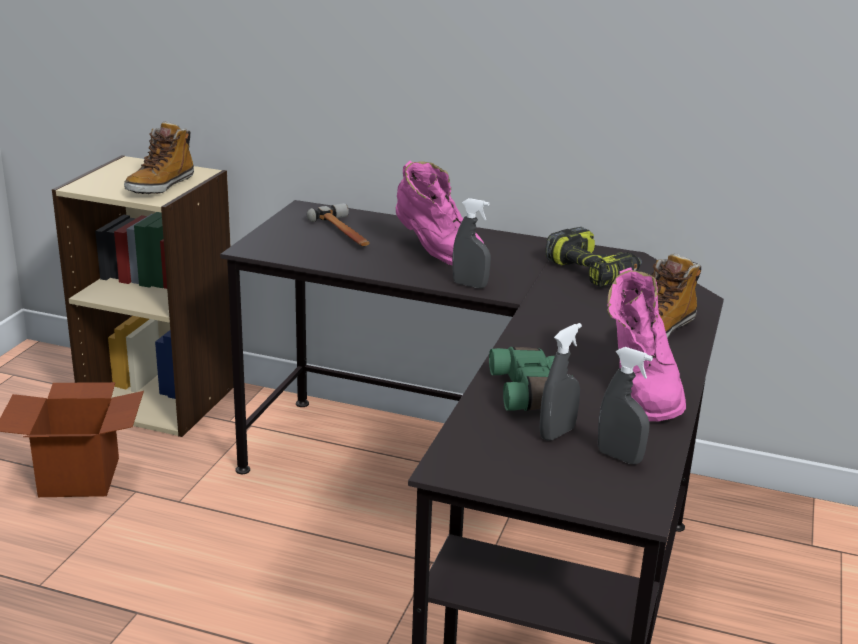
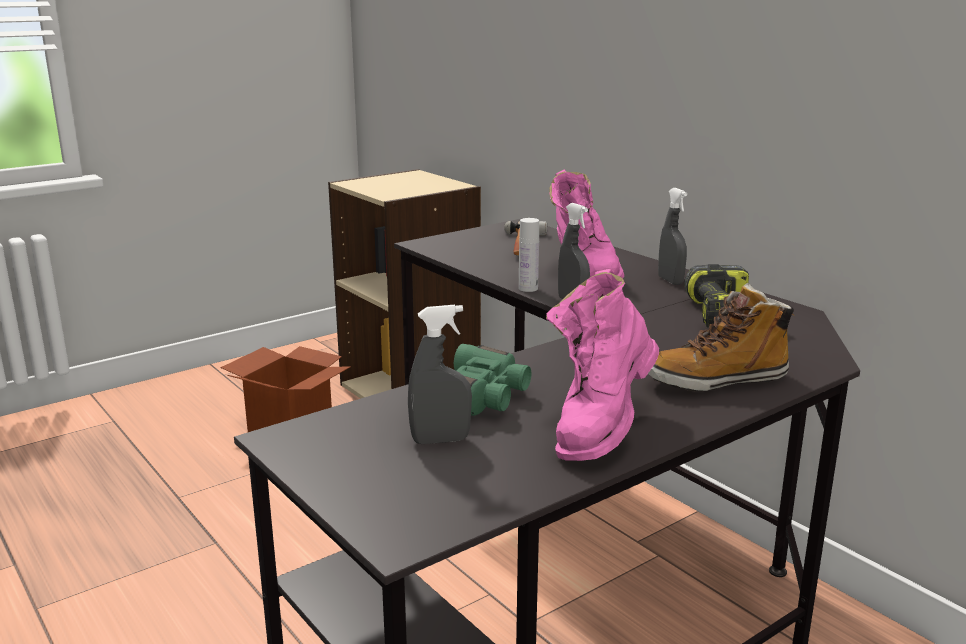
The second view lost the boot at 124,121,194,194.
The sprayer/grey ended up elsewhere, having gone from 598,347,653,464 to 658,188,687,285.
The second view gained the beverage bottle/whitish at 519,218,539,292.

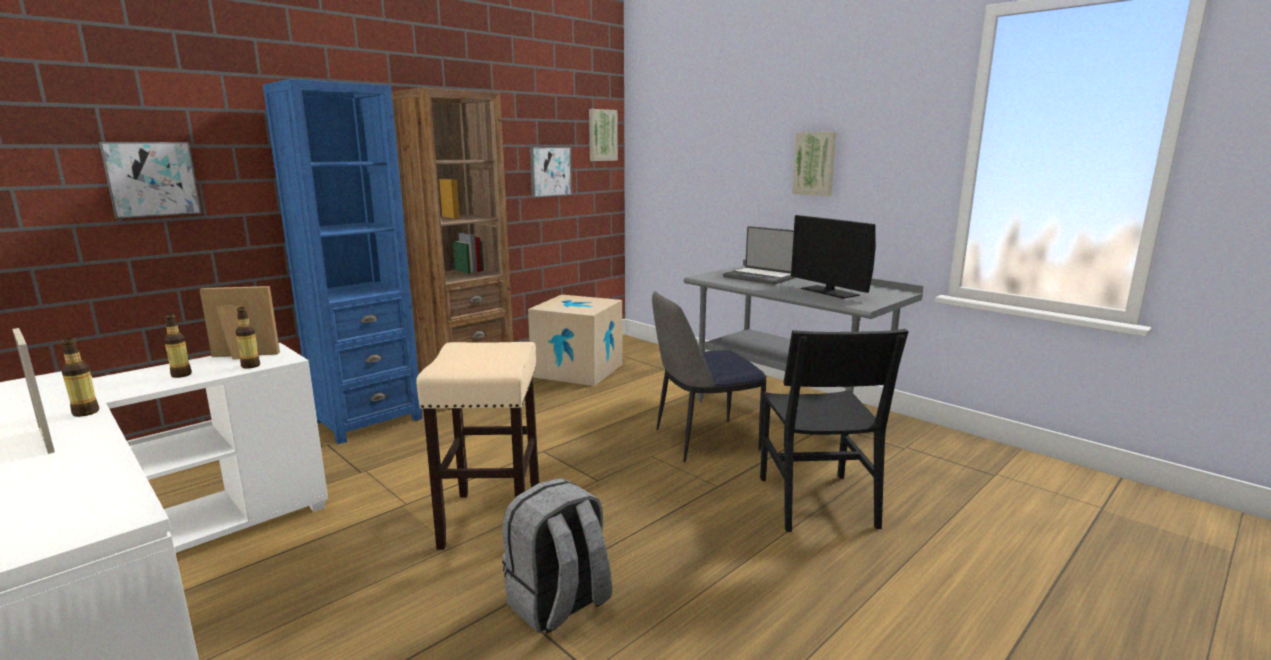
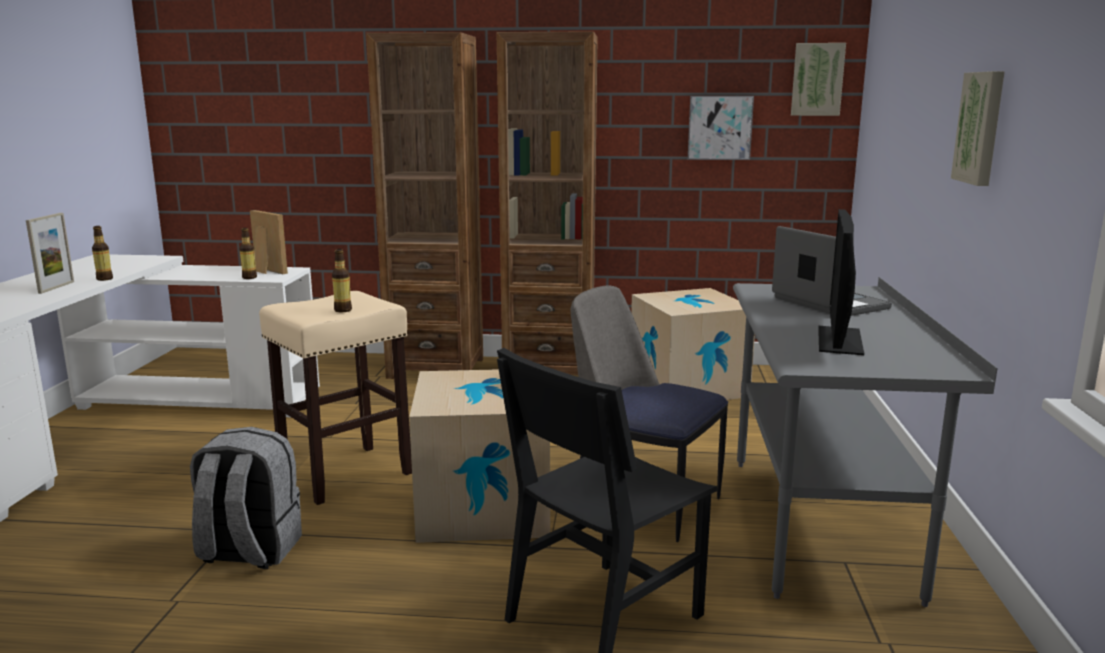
The second view lost the picture at 99,142,202,219.
The beverage bottle ended up elsewhere, having gone from 164,314,192,378 to 332,249,352,312.
What was the bookcase/bluish at 263,79,423,444 turned into the bookcase/brownish at 366,32,483,379.
The notebook computer at 723,226,795,285 ended up facing another way, 150 degrees clockwise from before.
The second view gained the carton at 409,369,550,543.

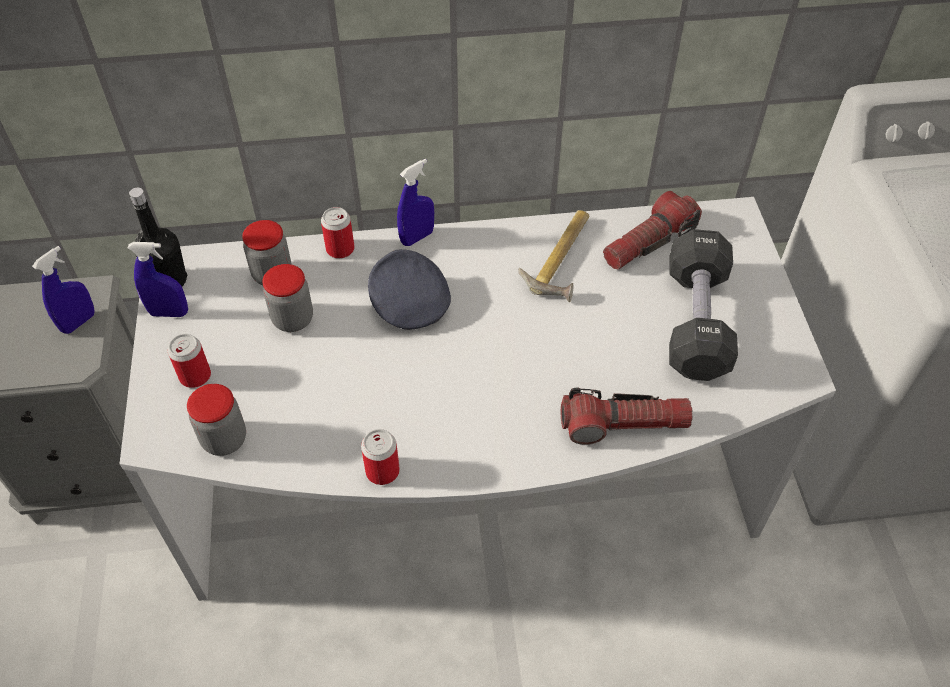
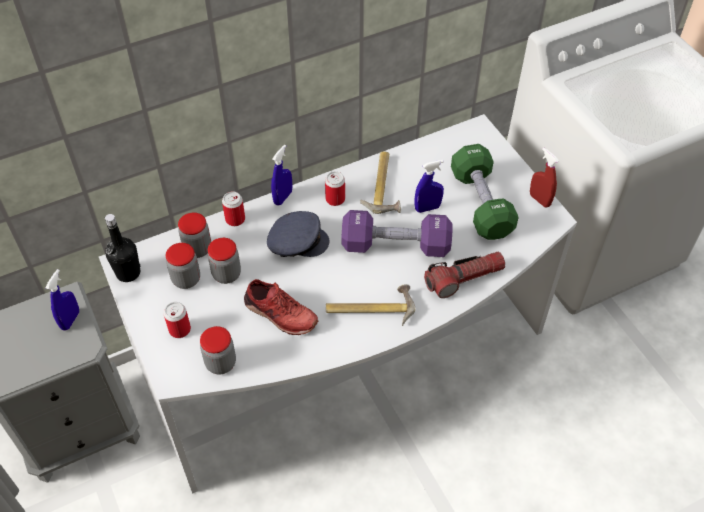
The sprayer/bluish ended up elsewhere, having gone from 128,242,188,317 to 415,160,444,213.
The sealed can ended up elsewhere, having gone from 361,429,400,485 to 325,171,345,206.
The peaked cap/grey at 368,249,451,330 ended up facing another way, 135 degrees clockwise from before.
The second view lost the torch at 603,191,702,270.
What was the hand weight/black at 669,229,738,381 turned into the hand weight/greenish at 451,144,519,240.
The second view gained the preserve jar at 166,243,200,289.
The second view gained the item of footwear/red at 244,279,318,335.
The second view gained the hammer at 326,284,415,326.
The second view gained the hand weight/purple-coloured at 342,210,452,257.
The second view gained the sprayer/red at 530,148,559,207.

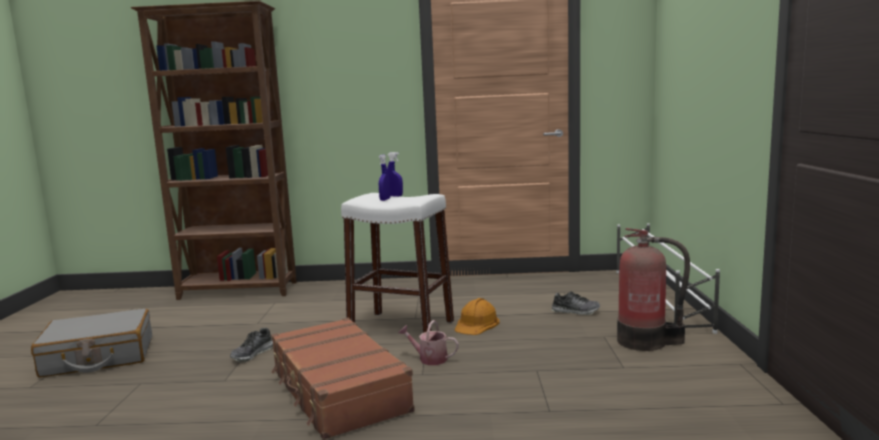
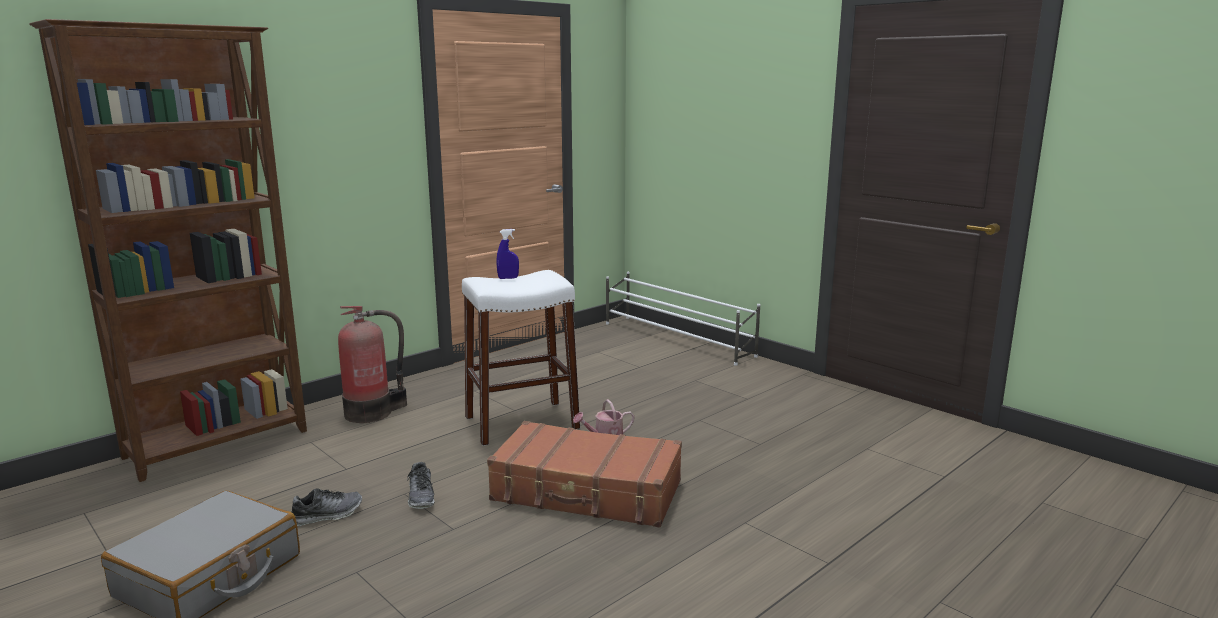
The second view lost the sprayer/bluish at 379,155,390,201.
The second view lost the work helmet/orange-coloured at 455,298,500,335.
The item of footwear ended up elsewhere, having gone from 552,291,600,315 to 291,488,362,526.
The fire extinguisher ended up elsewhere, having gone from 617,228,690,351 to 338,306,407,423.

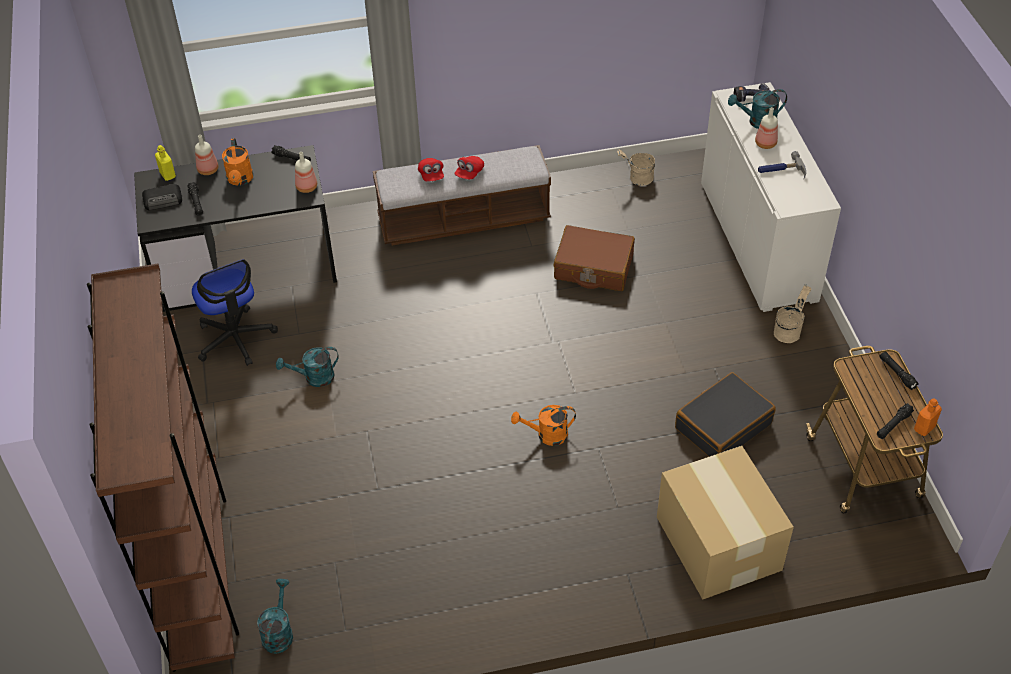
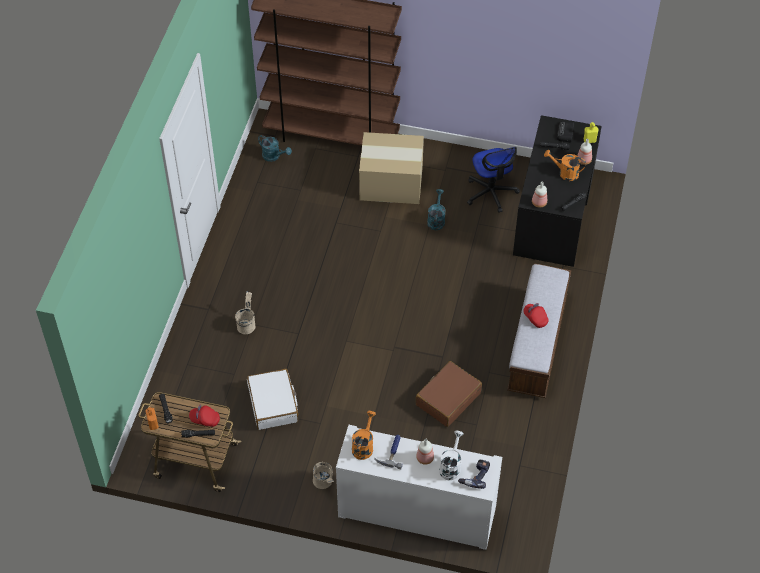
The desk chair at 192,259,278,366 ended up facing another way, 105 degrees counterclockwise from before.
The peaked cap/red ended up elsewhere, having gone from 418,158,444,182 to 189,405,220,427.
The sprinkling can/orange-coloured ended up elsewhere, having gone from 511,405,576,446 to 352,411,376,460.
The water bucket/sand-coloured ended up elsewhere, having gone from 617,149,655,186 to 235,291,256,334.
The carton ended up elsewhere, having gone from 657,446,794,600 to 359,132,424,204.
What was the travel case/black at 675,372,776,457 turned into the travel case/whitish at 247,369,298,430.
What was the sprinkling can/blue-green at 728,89,787,129 turned into the sprinkling can/whitish at 439,430,463,480.

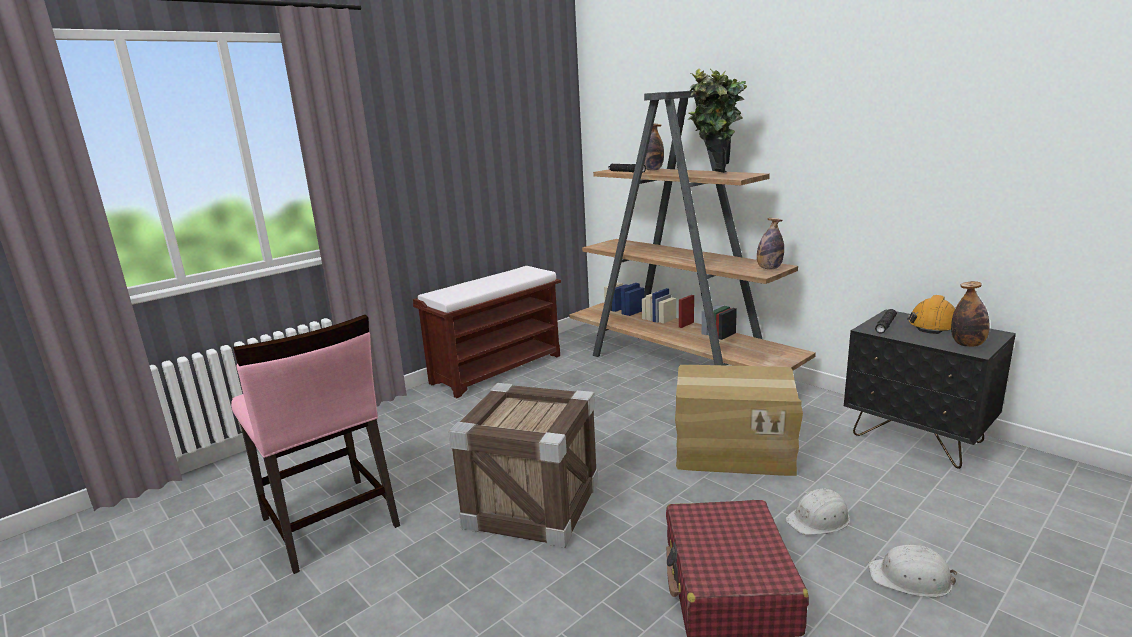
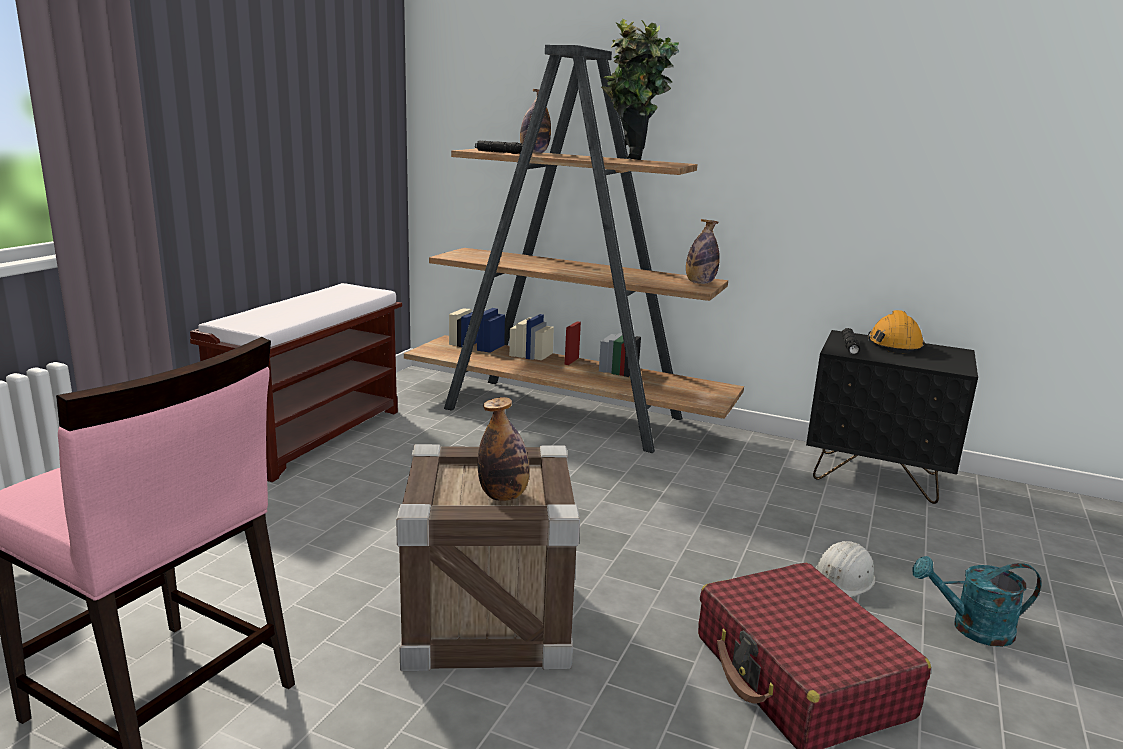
The second view lost the carton at 675,365,803,476.
Where the work helmet/whitish stood at 868,545,957,598, the sprinkling can/blue-green came to stand at 912,556,1041,647.
The beverage bottle ended up elsewhere, having gone from 951,281,990,347 to 478,397,529,501.

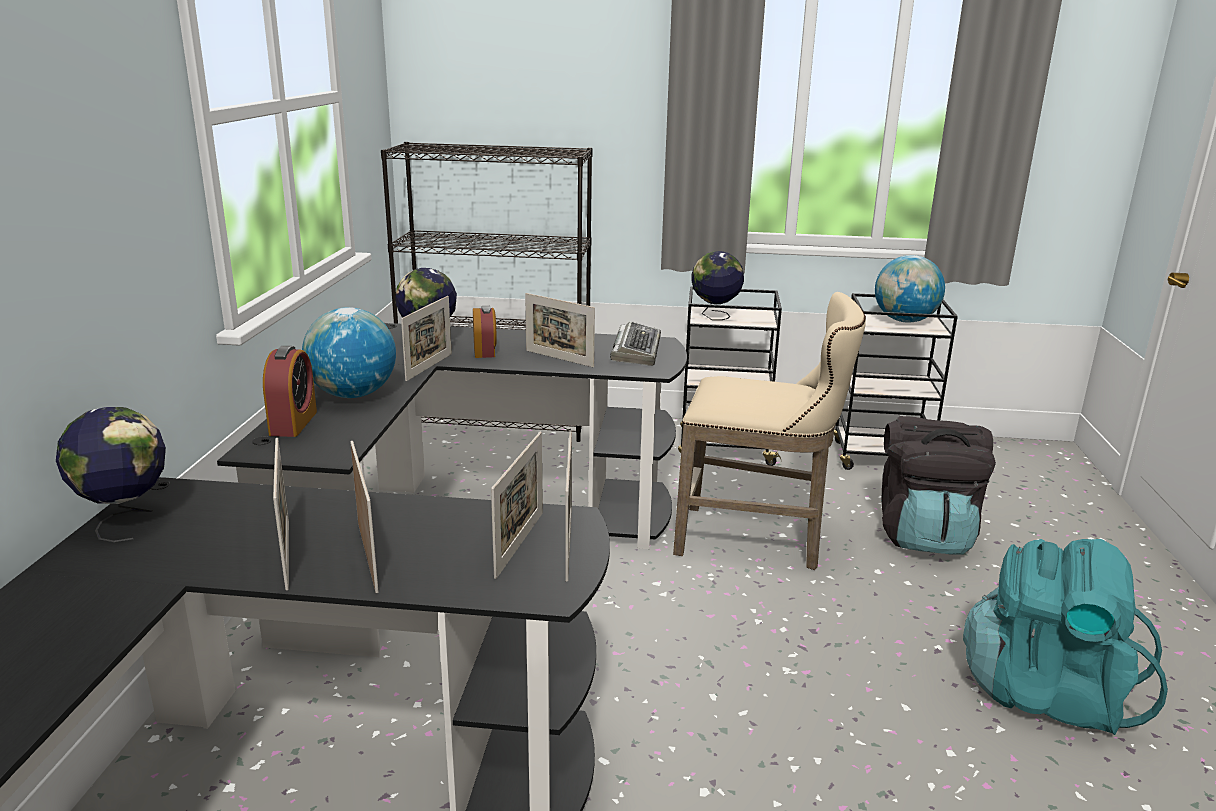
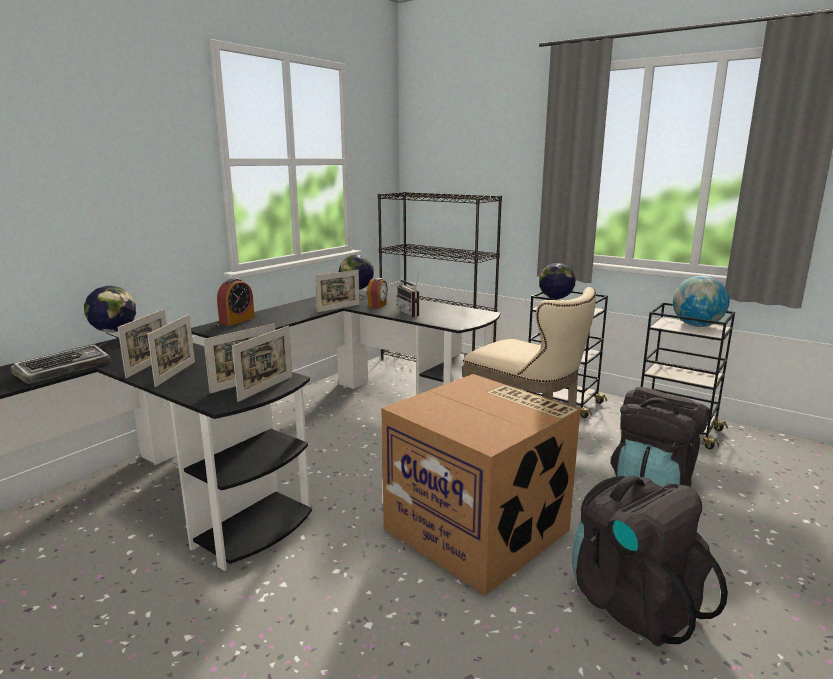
The second view lost the desk globe at 302,307,396,398.
Where the standing frame stood at 525,293,595,367, the radio came to stand at 397,273,419,317.
The computer keyboard ended up elsewhere, having gone from 610,321,661,366 to 11,344,110,384.
What was the backpack/blue-green at 963,539,1168,735 turned into the backpack/black at 572,475,728,646.
The second view gained the carton at 381,374,581,596.

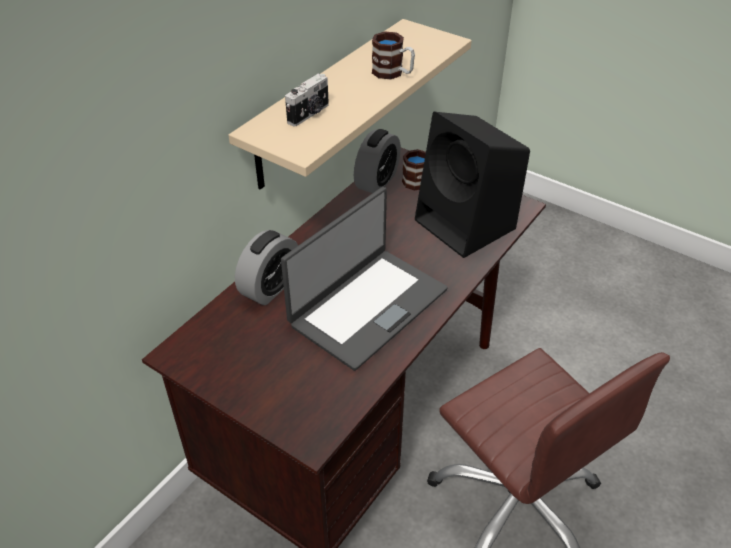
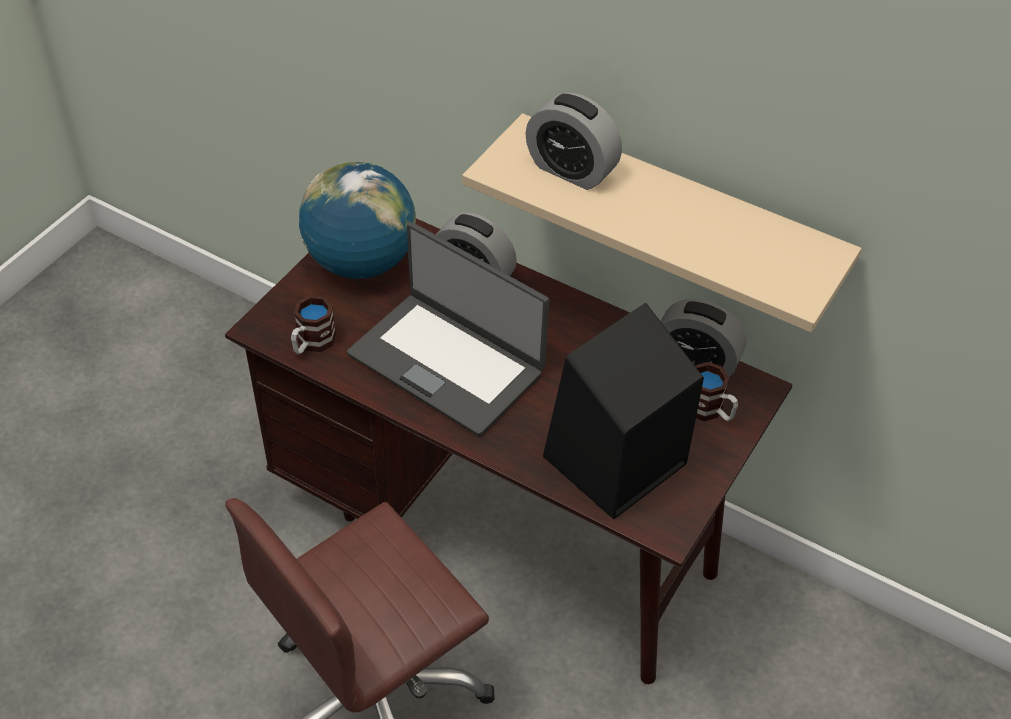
Where the still camera stood at 285,74,329,127, the alarm clock came to stand at 525,93,622,190.
The mug ended up elsewhere, having gone from 372,31,415,79 to 291,295,336,354.
The second view gained the desk globe at 299,162,416,279.

